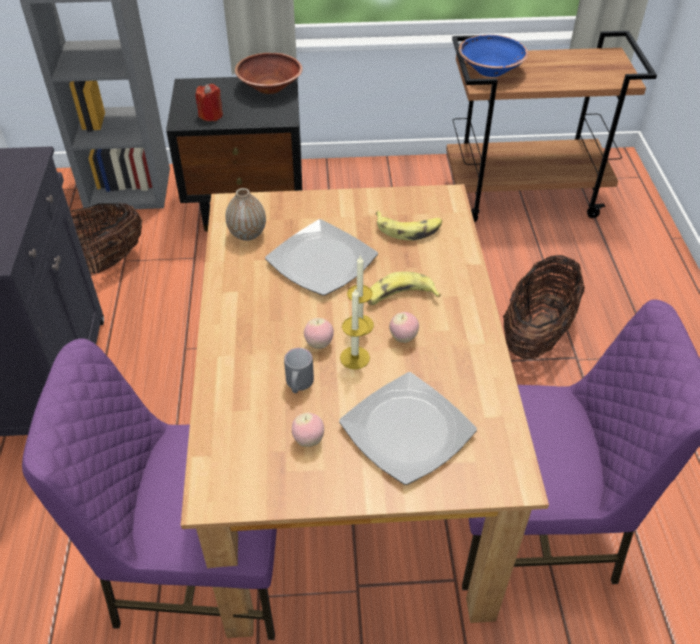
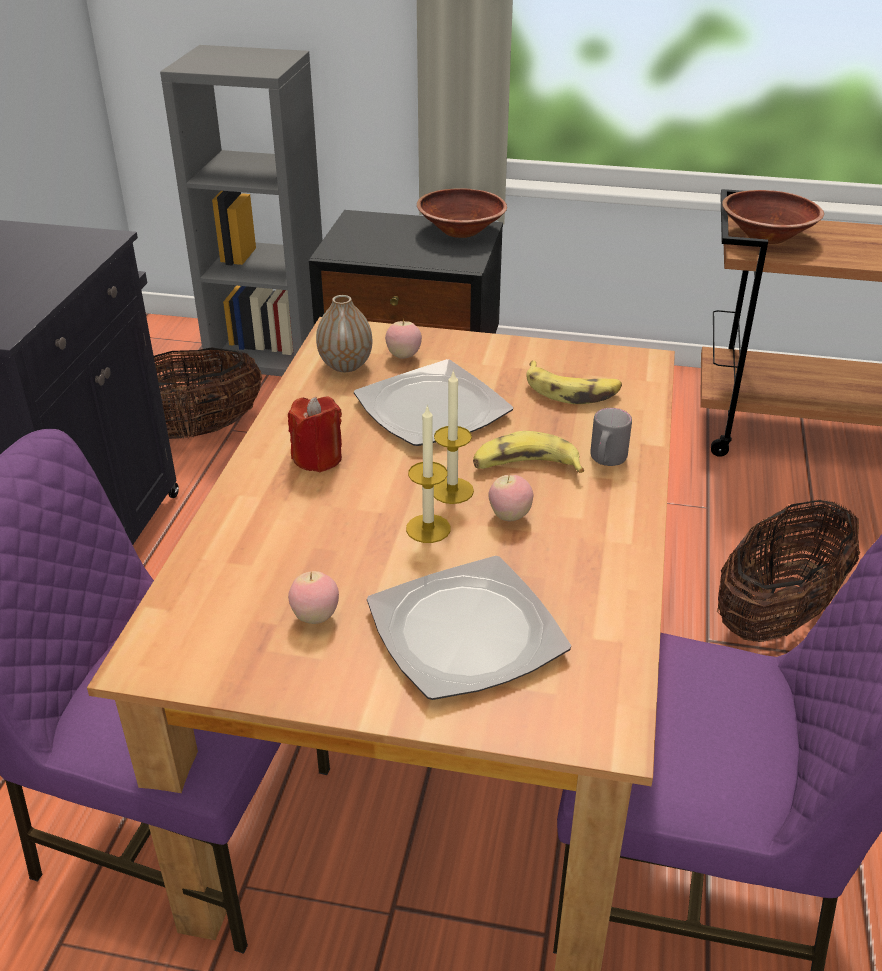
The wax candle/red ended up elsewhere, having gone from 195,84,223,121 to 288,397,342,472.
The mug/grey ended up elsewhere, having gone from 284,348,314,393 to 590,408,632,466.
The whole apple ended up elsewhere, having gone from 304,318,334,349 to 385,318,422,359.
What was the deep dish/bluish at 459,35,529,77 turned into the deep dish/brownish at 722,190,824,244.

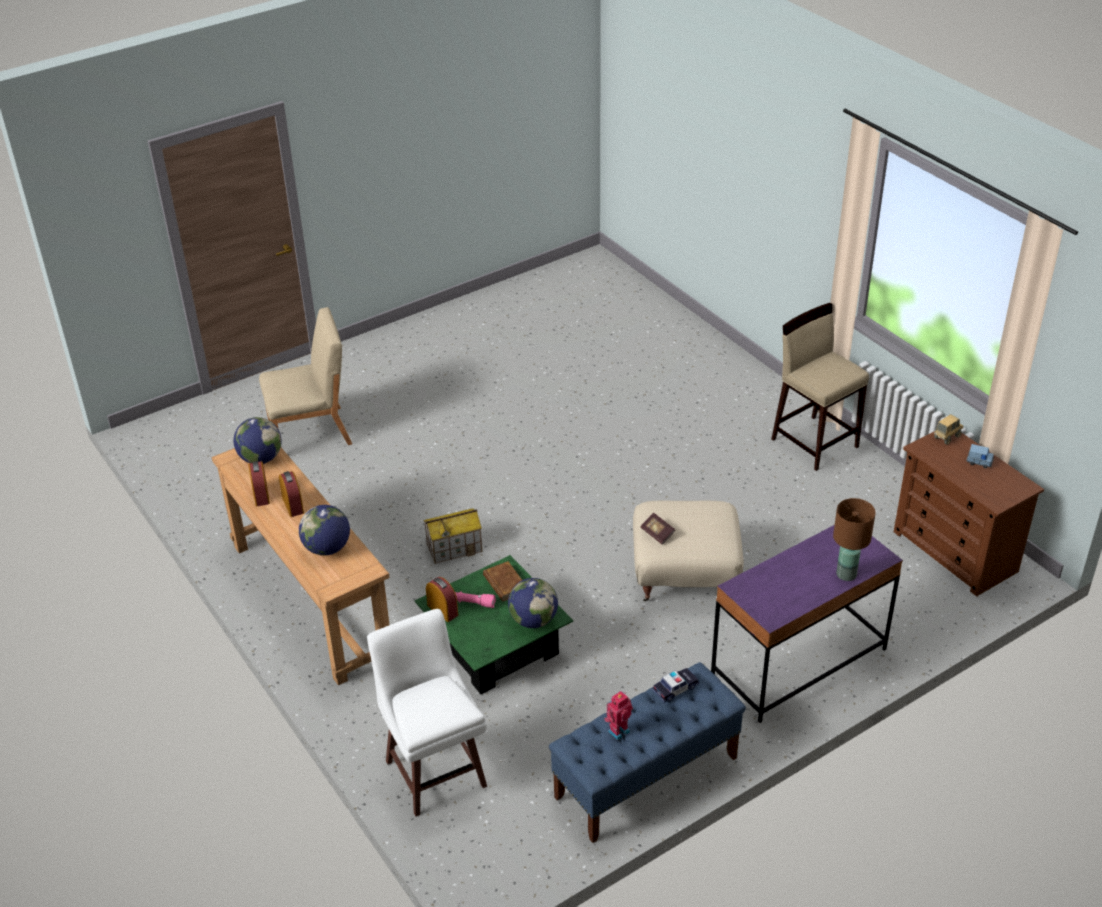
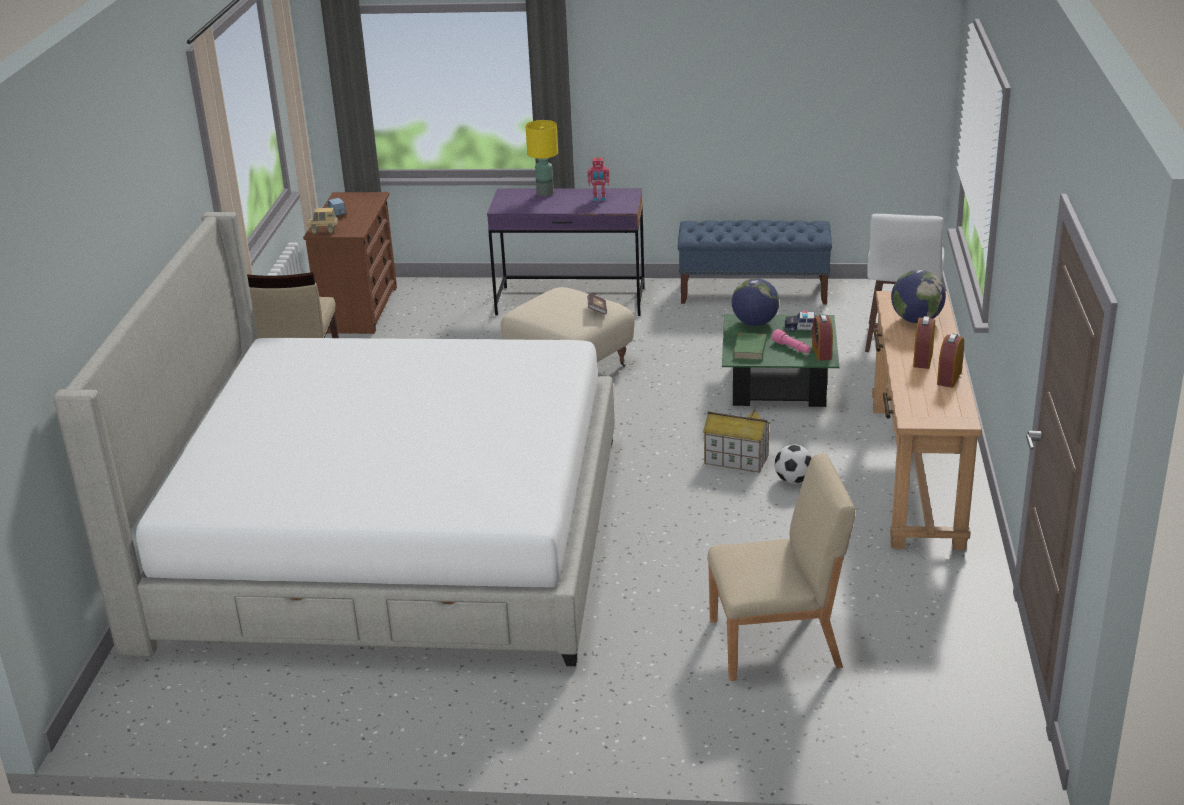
The second view lost the desk globe at 234,417,281,464.
The upright chair/sand-coloured at 259,307,352,445 ended up facing another way, 150 degrees clockwise from before.
What was the book/brownish at 483,561,522,602 turned into the book/greenish at 733,333,767,360.
The toy robot ended up elsewhere, having gone from 604,691,633,740 to 587,157,609,201.
The model car ended up elsewhere, having gone from 652,668,699,703 to 785,311,816,332.
What was the lamp for a table/brownish at 833,498,876,581 turned into the lamp for a table/yellow at 525,120,558,196.
The second view gained the bedroom bed at 53,212,615,666.
The second view gained the football at 774,444,812,484.

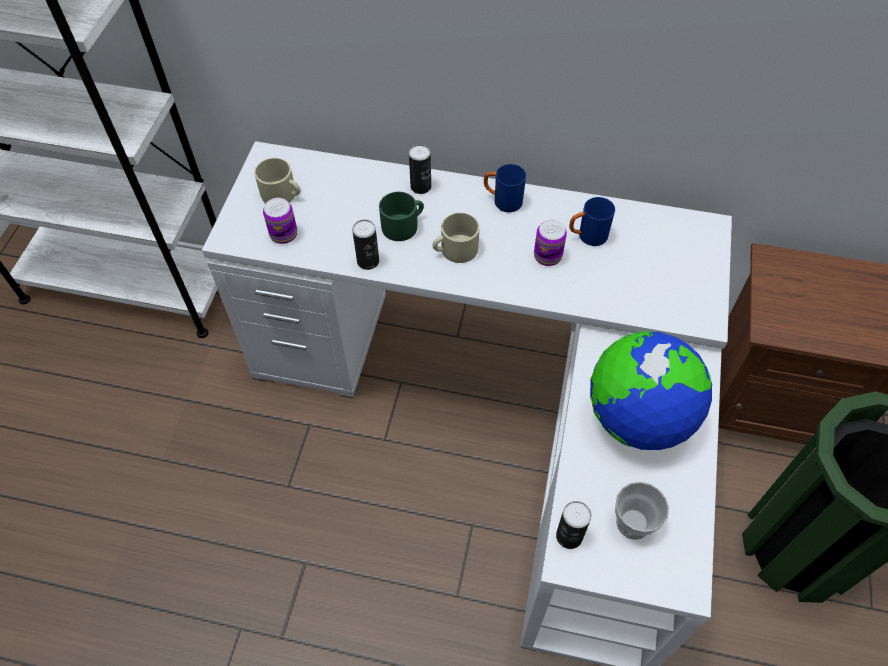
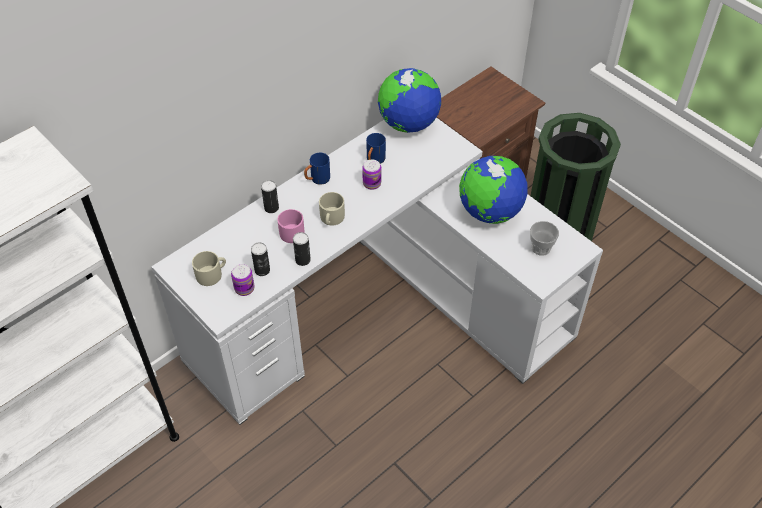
What was the mug/greenish at 379,192,424,241 turned into the mug/pink-coloured at 277,209,304,243.
The sealed can ended up elsewhere, having gone from 556,501,591,549 to 251,242,270,276.
The second view gained the desk globe at 378,68,441,133.

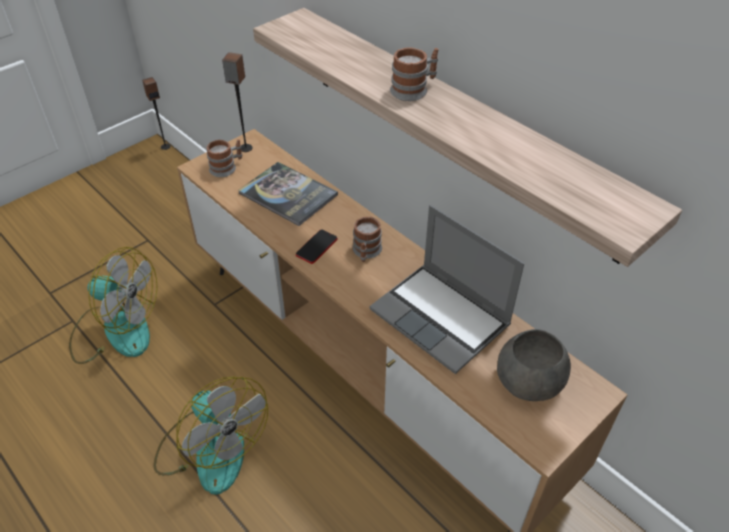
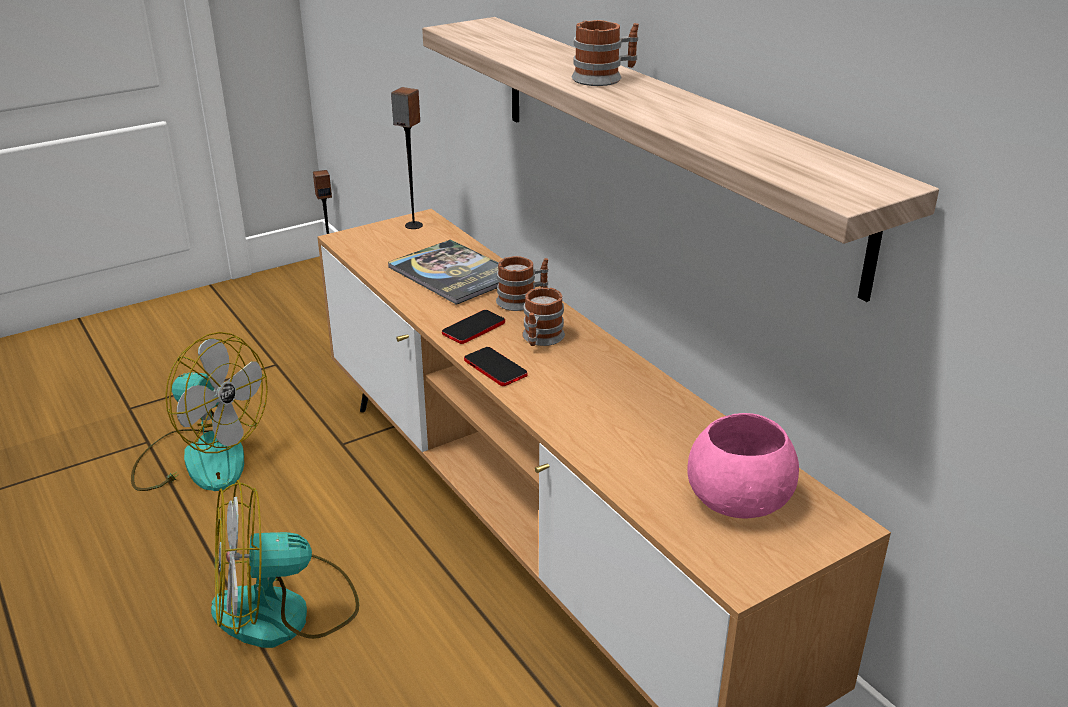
The fan at 153,376,268,495 ended up facing another way, 105 degrees clockwise from before.
The mug ended up elsewhere, having gone from 207,139,242,177 to 496,256,548,311.
The second view lost the notebook computer at 370,205,524,374.
What was the deep dish/grey at 497,329,571,401 turned into the deep dish/pink-coloured at 687,413,799,518.
The second view gained the phone at 464,347,527,386.

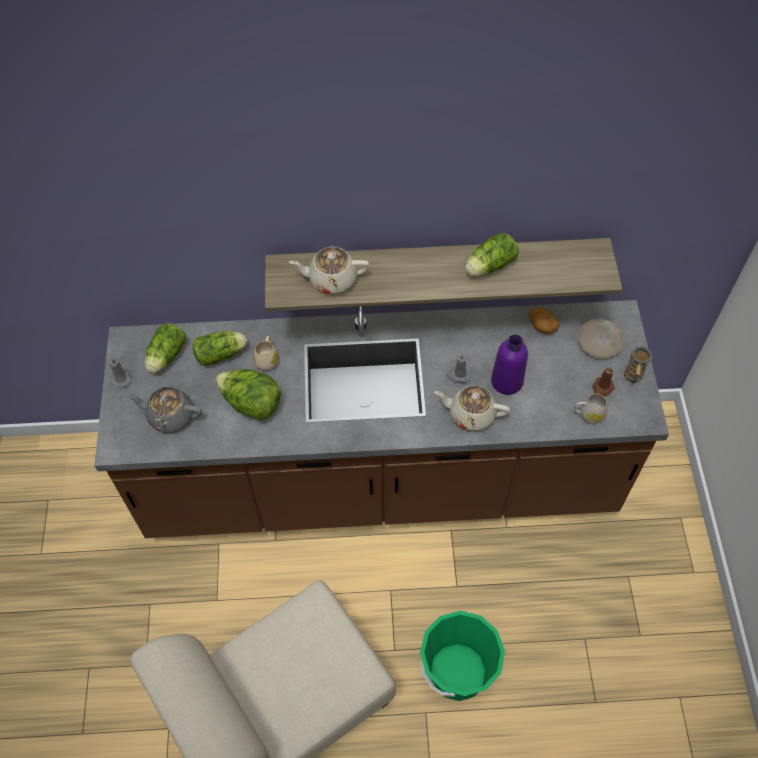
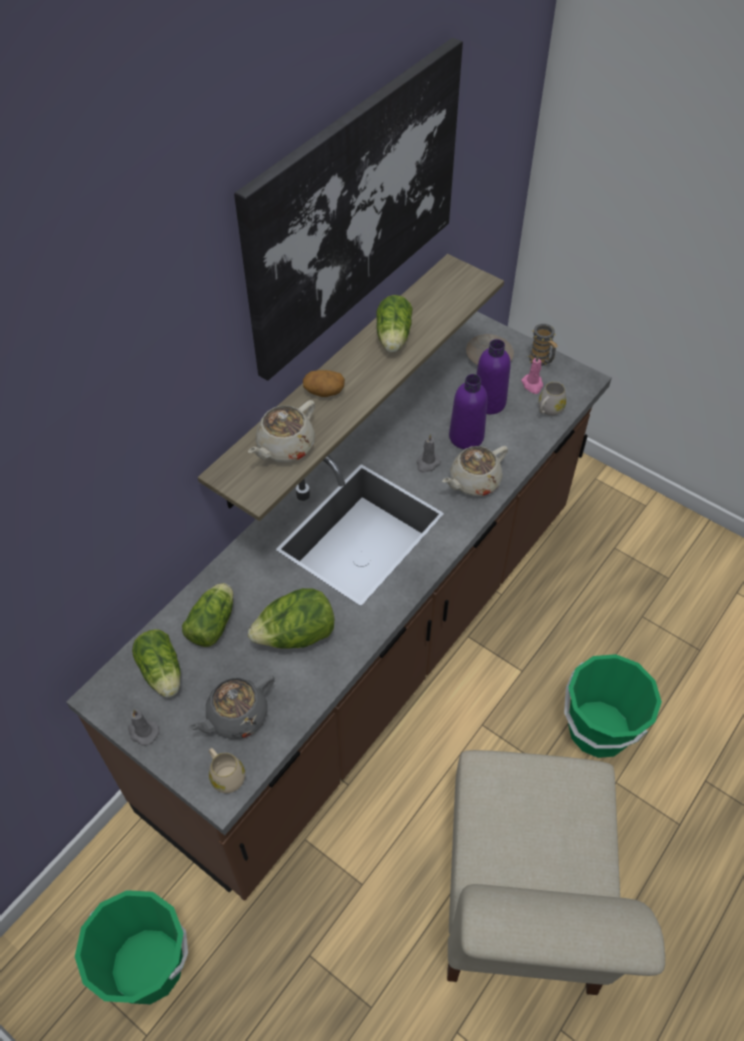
The mug/sand-coloured ended up elsewhere, having gone from 253,336,279,370 to 209,748,245,793.
The potato ended up elsewhere, having gone from 529,307,559,334 to 303,370,345,397.
What was the wax candle/brownish at 592,366,615,396 turned into the wax candle/pink-coloured at 521,355,543,394.
The second view gained the water bucket/greenish at 75,890,188,1004.
The second view gained the picture at 234,38,463,381.
The second view gained the beverage bottle/purple-coloured at 476,339,511,415.

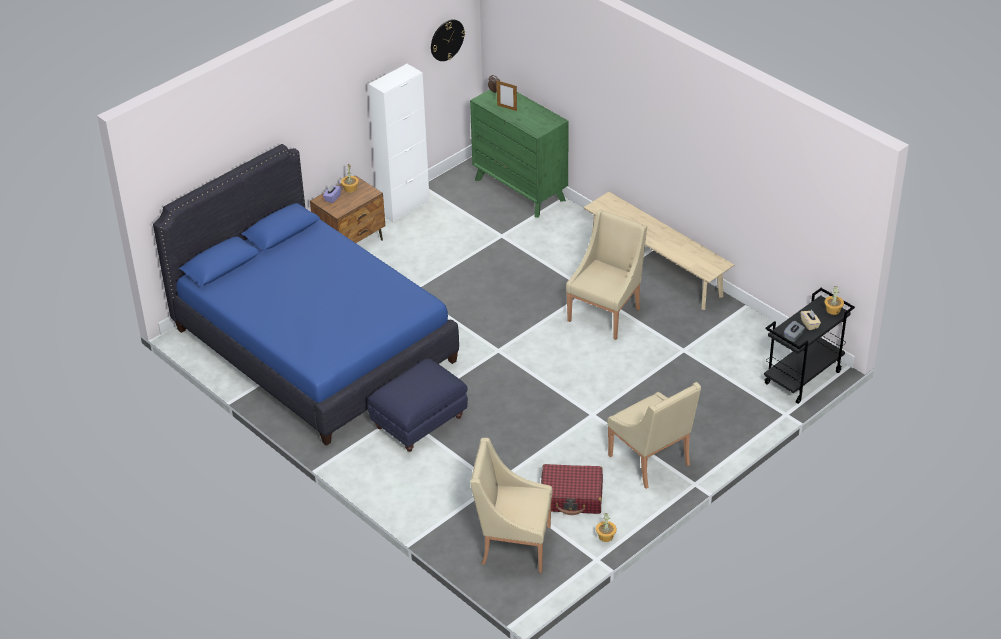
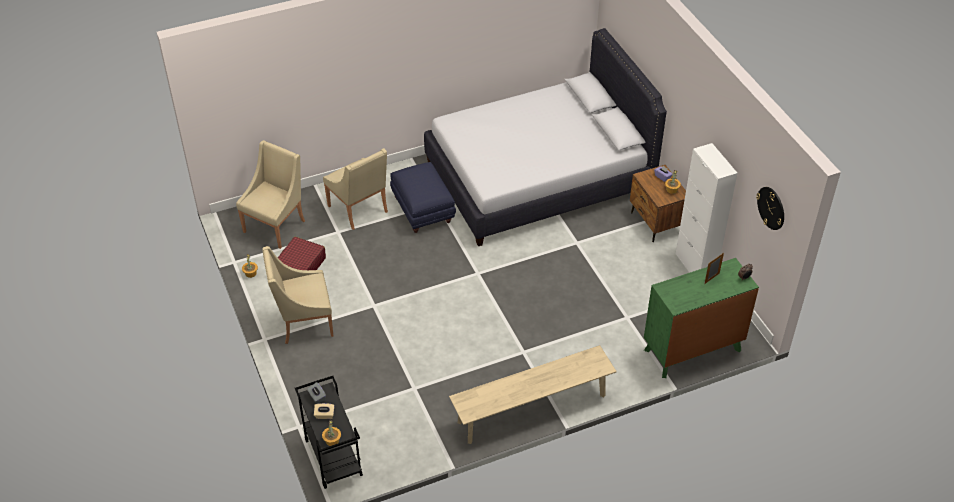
What was the bedroom bed/bluish at 153,144,459,446 turned into the bedroom bed/whitish at 424,28,667,246.
The lounge chair/sand-coloured ended up elsewhere, having gone from 566,209,647,340 to 323,148,388,230.

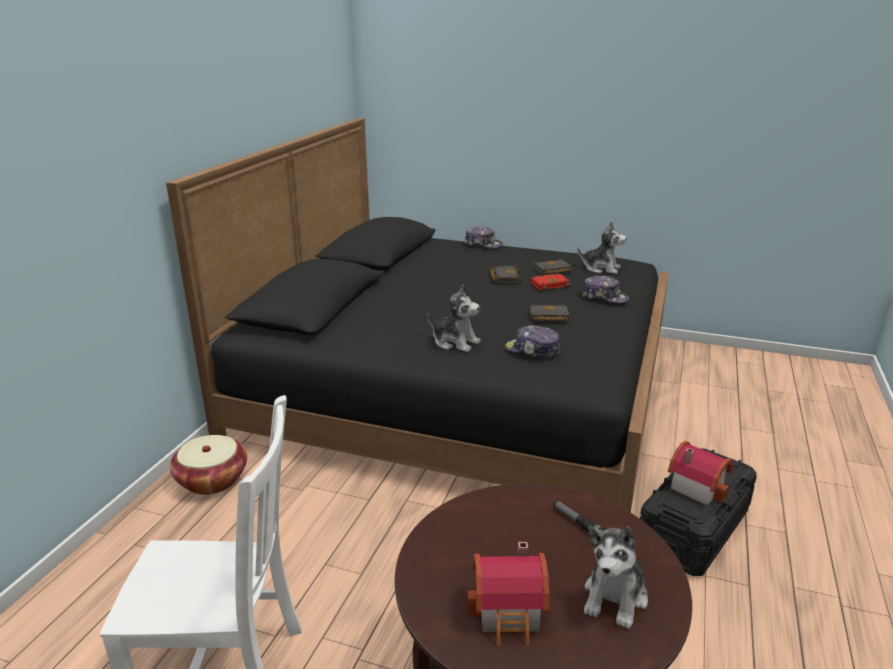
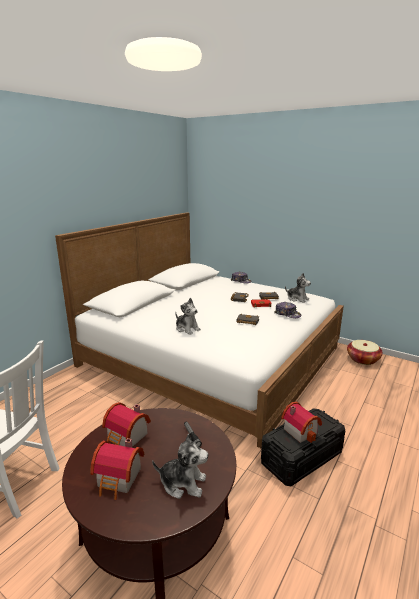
What was the bedroom bed/black at 166,118,669,512 turned into the bedroom bed/whitish at 55,212,344,449.
The basket ended up elsewhere, having gone from 170,435,247,495 to 347,340,383,365.
The second view lost the peaked cap at 505,325,560,358.
The cuddly toy at 584,526,648,629 ended up facing another way, 120 degrees counterclockwise from before.
The second view gained the miniature house at 102,402,151,447.

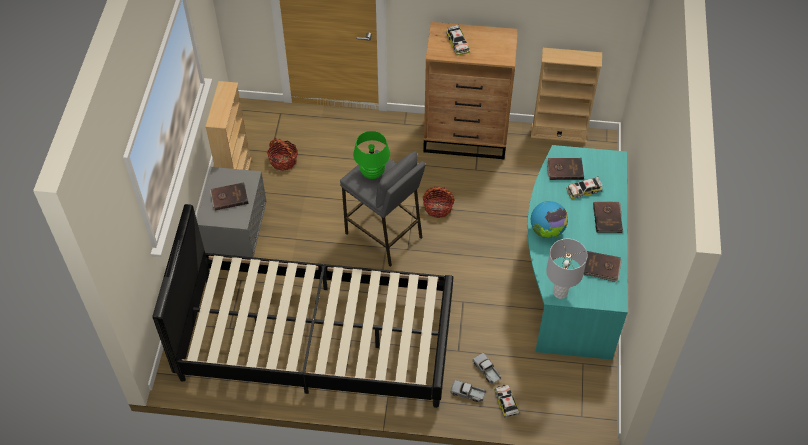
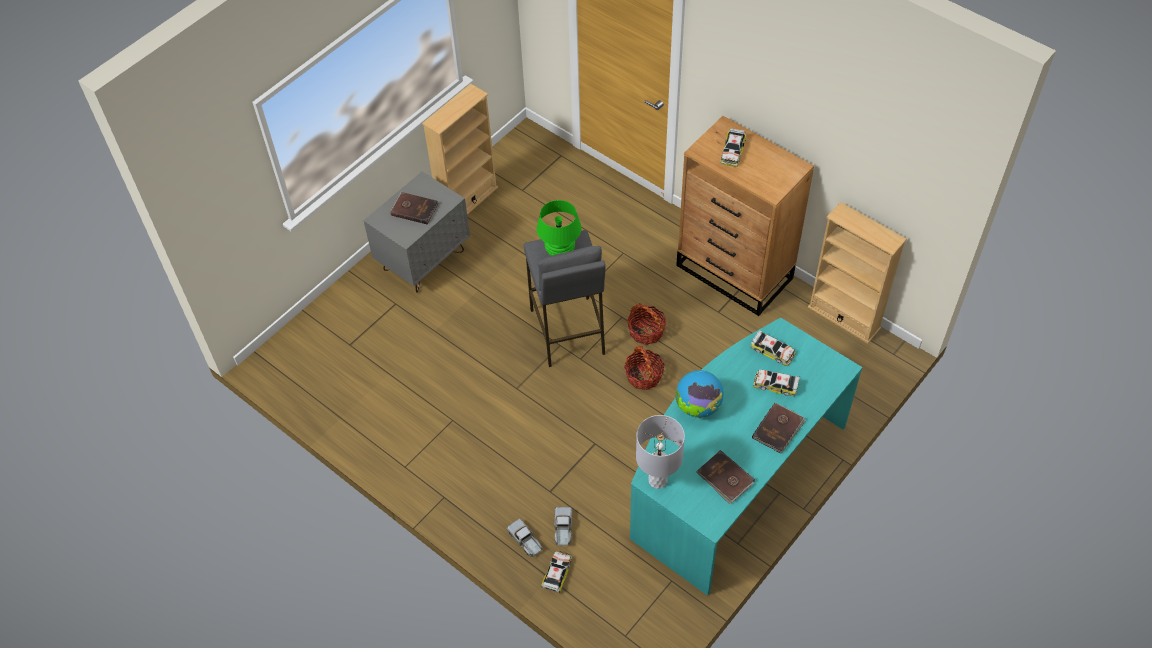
The second view lost the bedroom bed/black at 152,204,453,408.
The basket ended up elsewhere, having gone from 267,138,298,171 to 624,346,665,390.
Where the book/brownish stood at 547,158,584,180, the model car came to stand at 751,330,796,366.

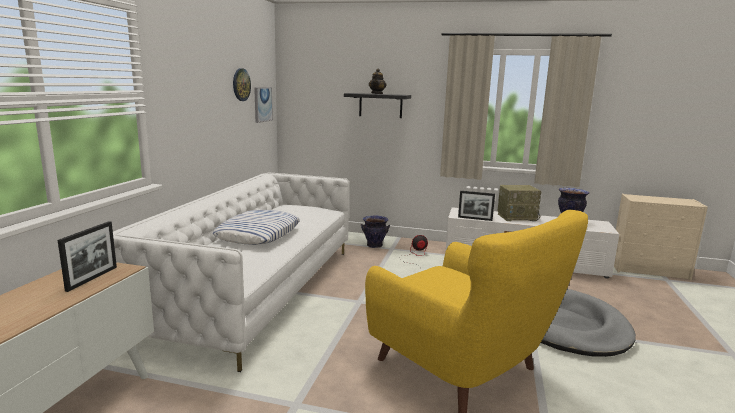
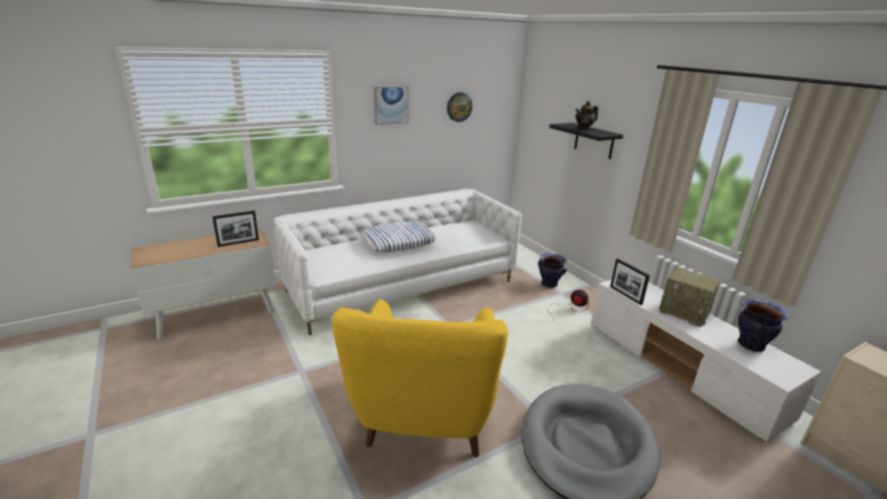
The picture ended up elsewhere, having gone from 254,87,273,123 to 374,86,409,125.

